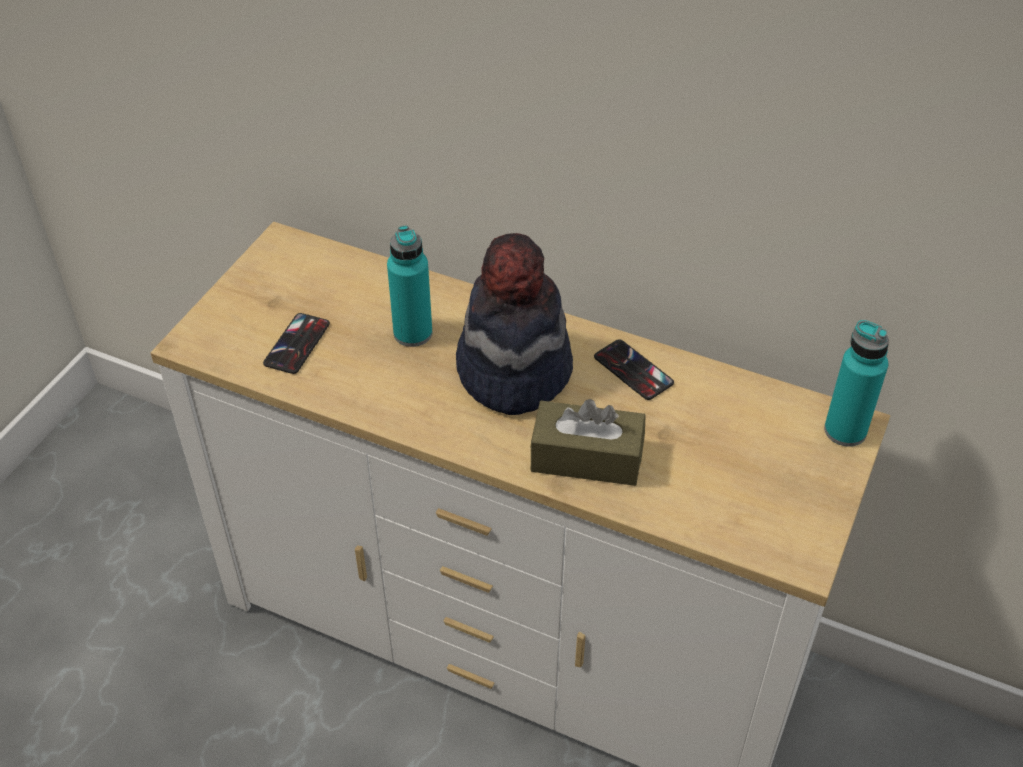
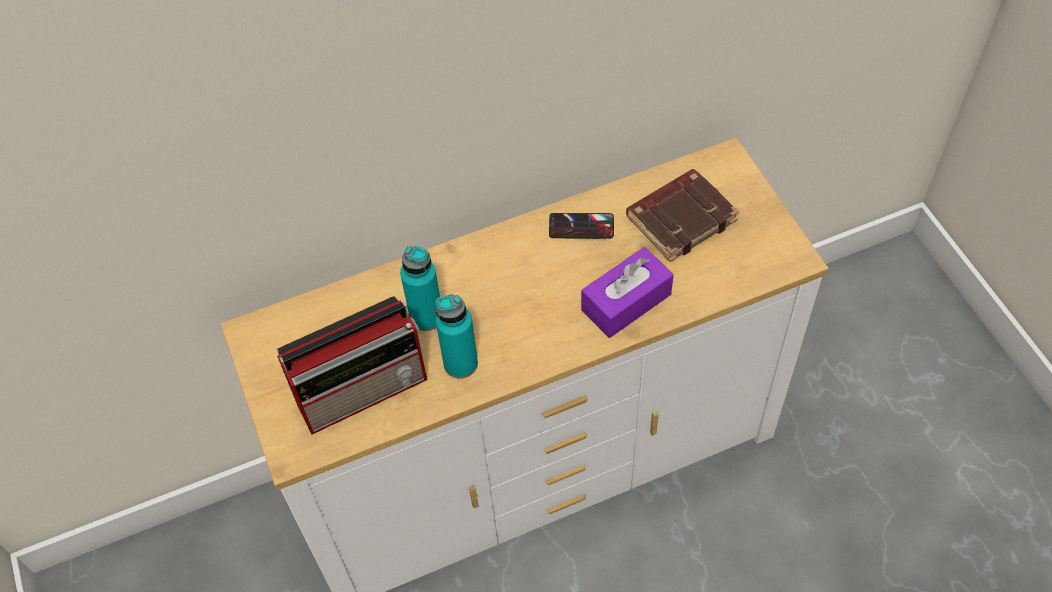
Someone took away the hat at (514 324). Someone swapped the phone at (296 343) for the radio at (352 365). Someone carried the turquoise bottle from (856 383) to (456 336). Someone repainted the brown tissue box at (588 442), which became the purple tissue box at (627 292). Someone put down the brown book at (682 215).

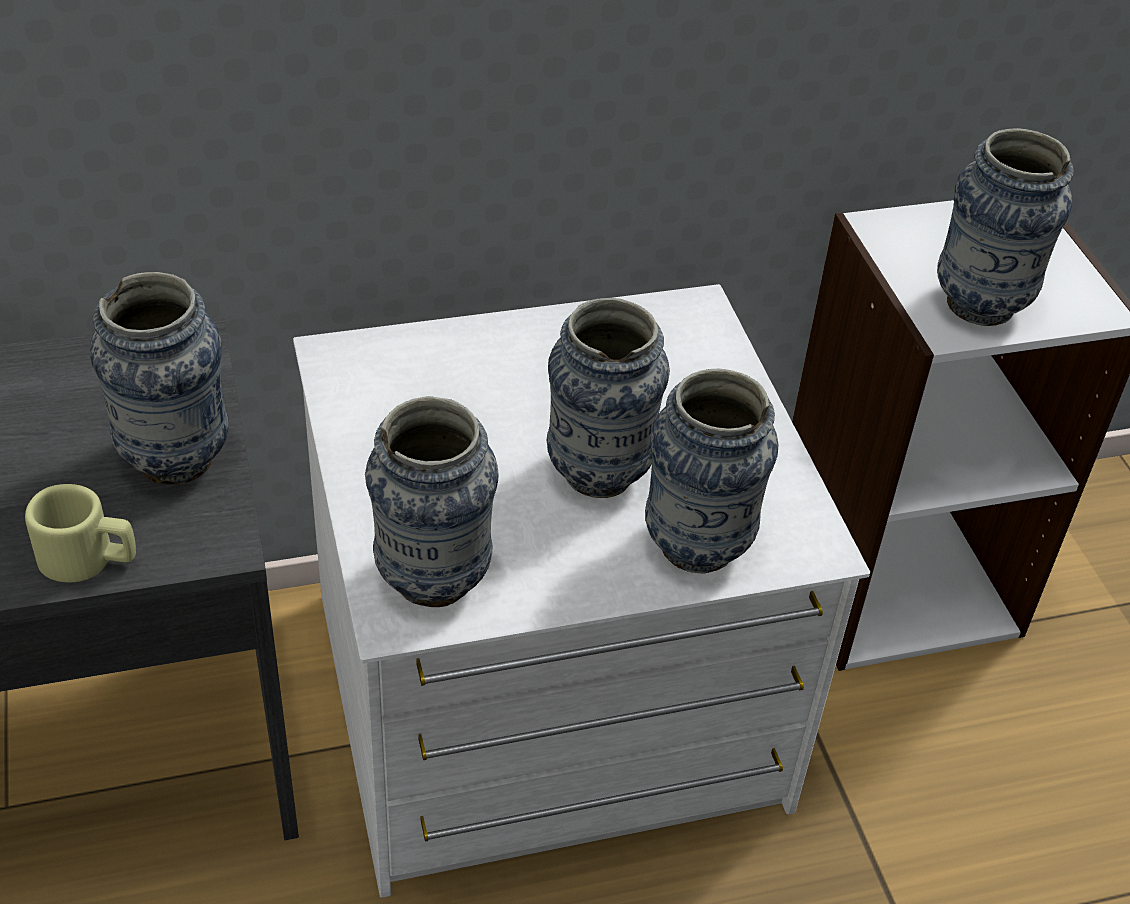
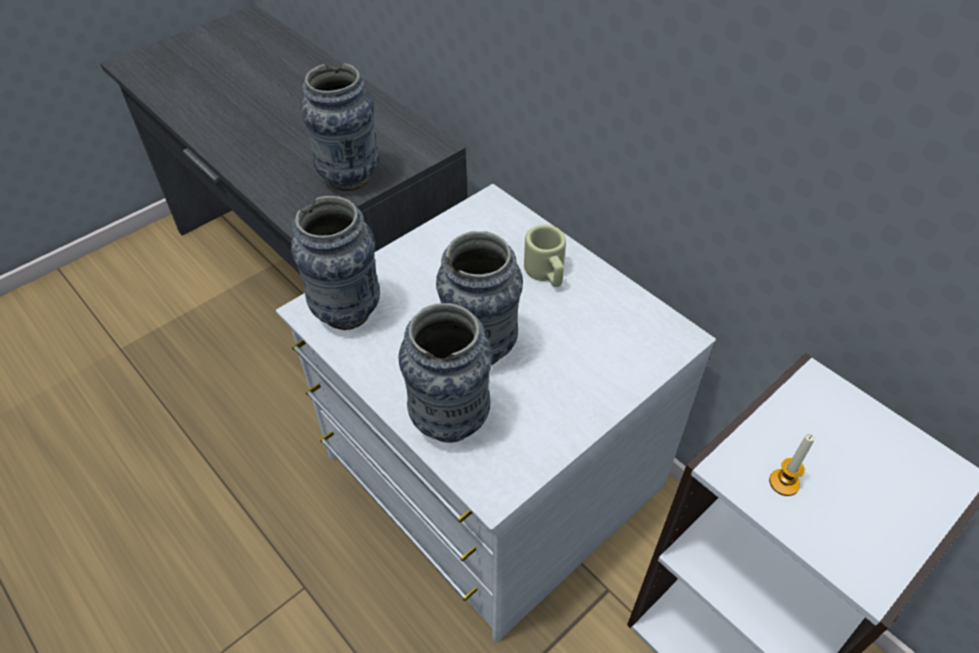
Someone swapped the vase at (1005 227) for the candle at (792 464). Someone carried the beige mug from (80 533) to (545 256).

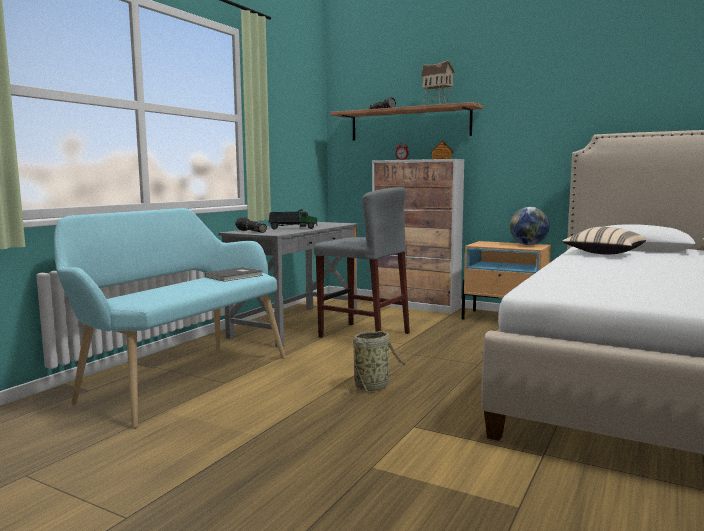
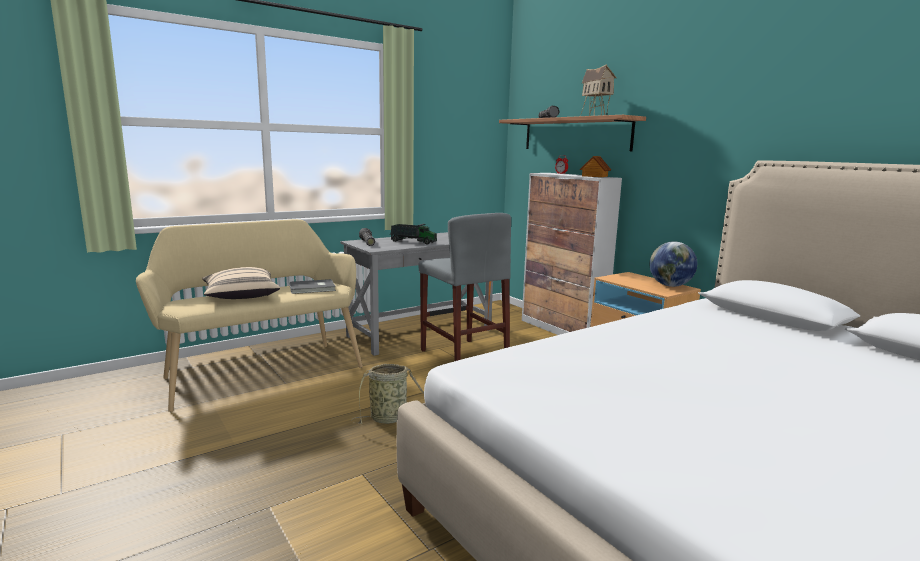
Someone repainted the turquoise bench at (169 318), which became the beige bench at (249 315). Someone carried the beige pillow from (604 241) to (241 283).

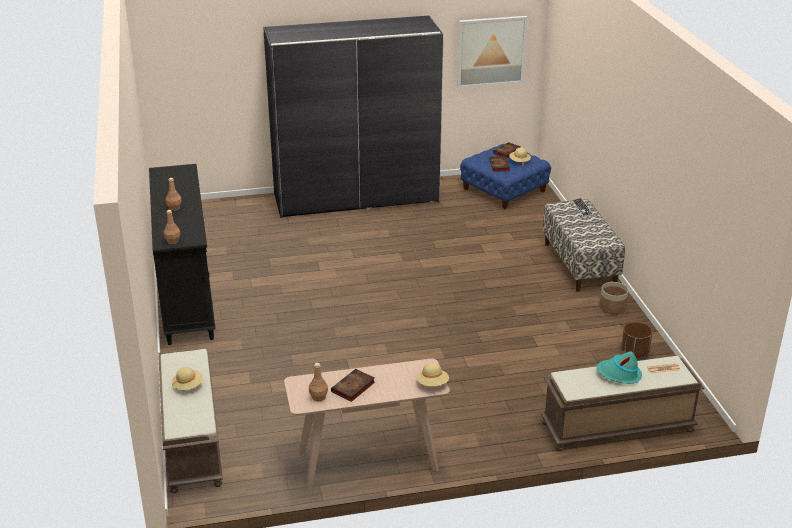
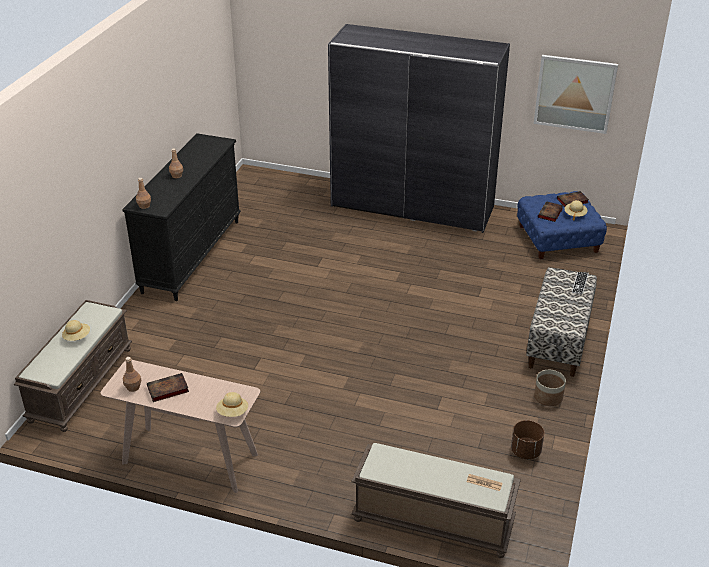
Someone took away the turquoise hat at (619 367).

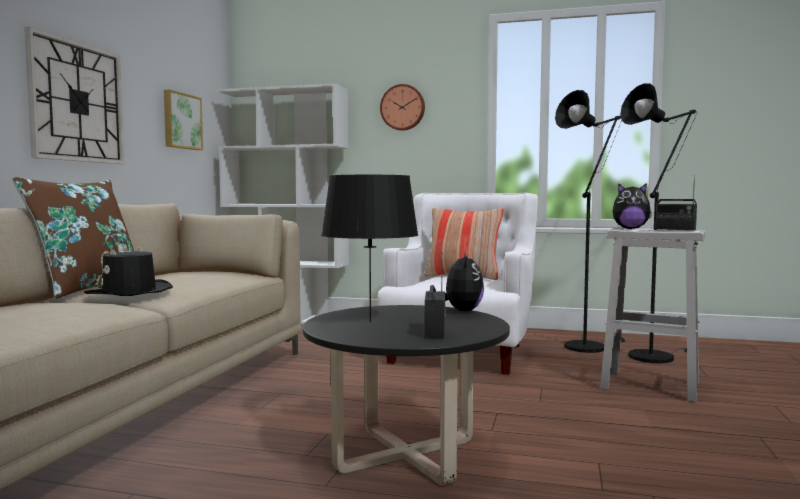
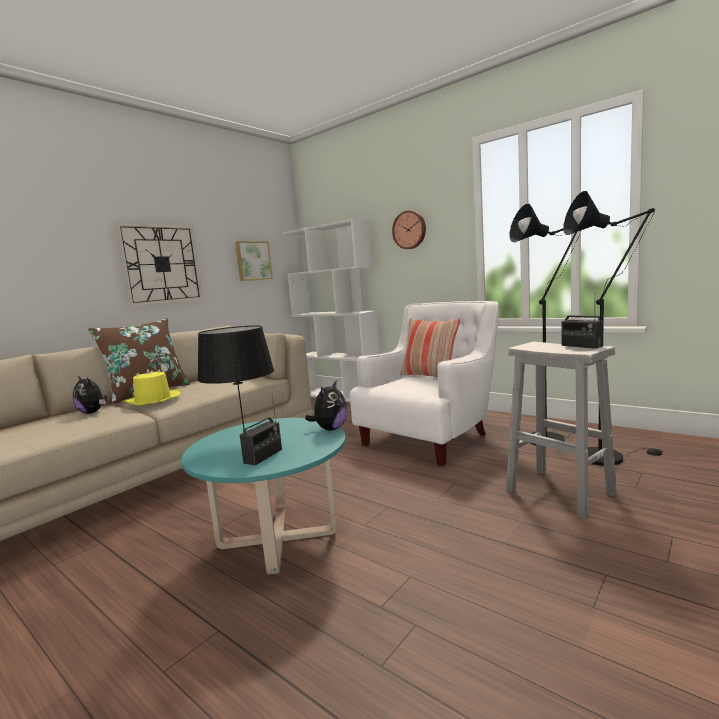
Someone carried the plush toy from (632 206) to (90 395). Someone repainted the black hat at (128 270), which became the yellow hat at (152 386). Someone repainted the black coffee table at (406 395), which became the turquoise coffee table at (263 496).

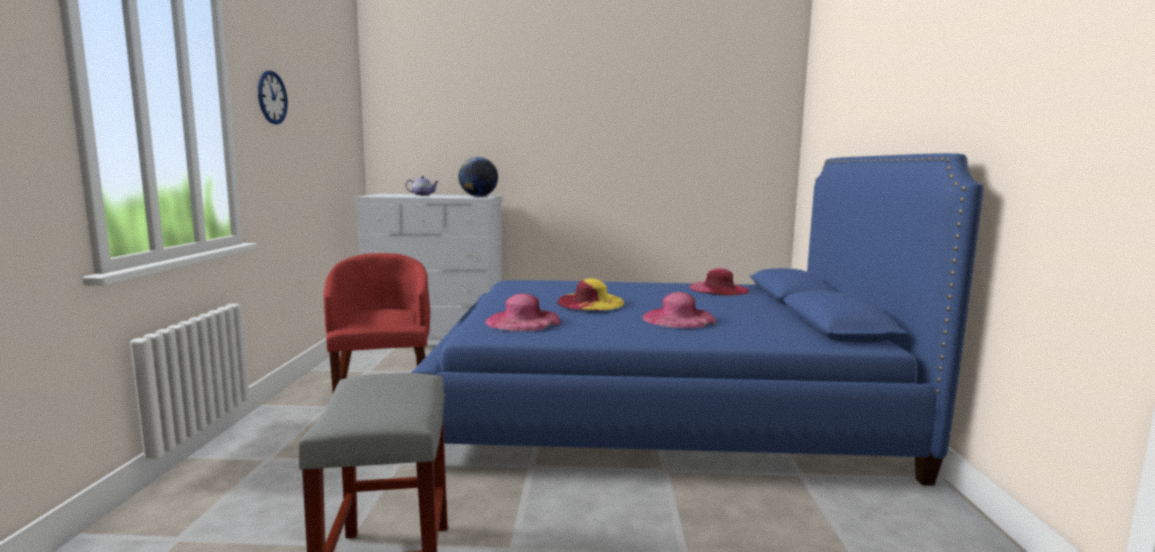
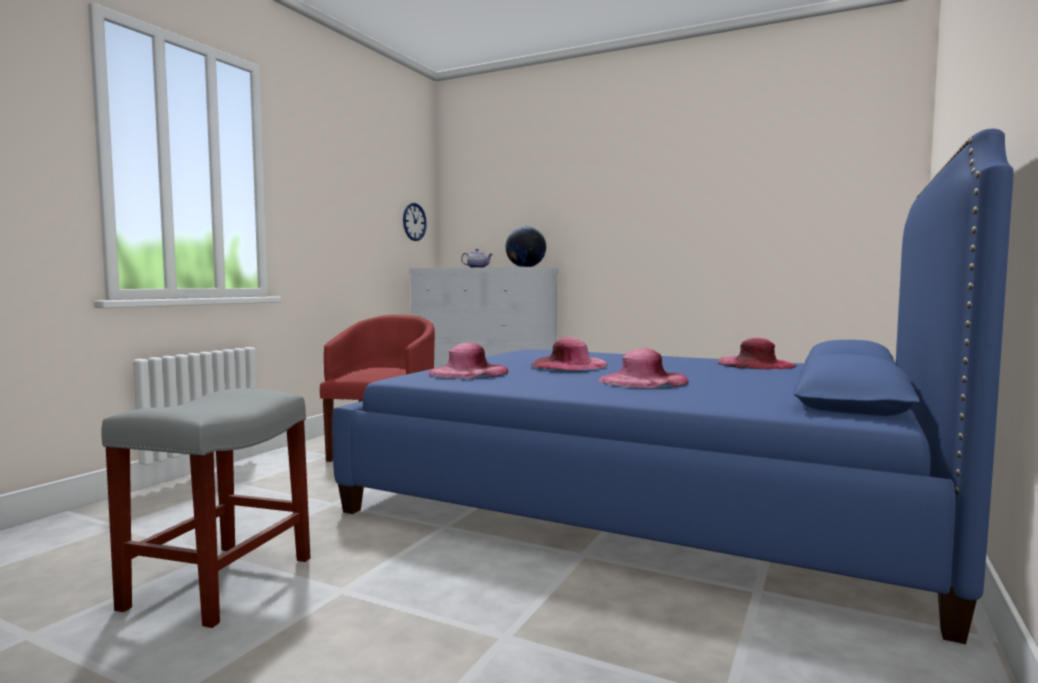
Someone carried the wall clock from (273 98) to (415 222). Someone repainted the yellow hat at (590 295), which became the pink hat at (569 353).

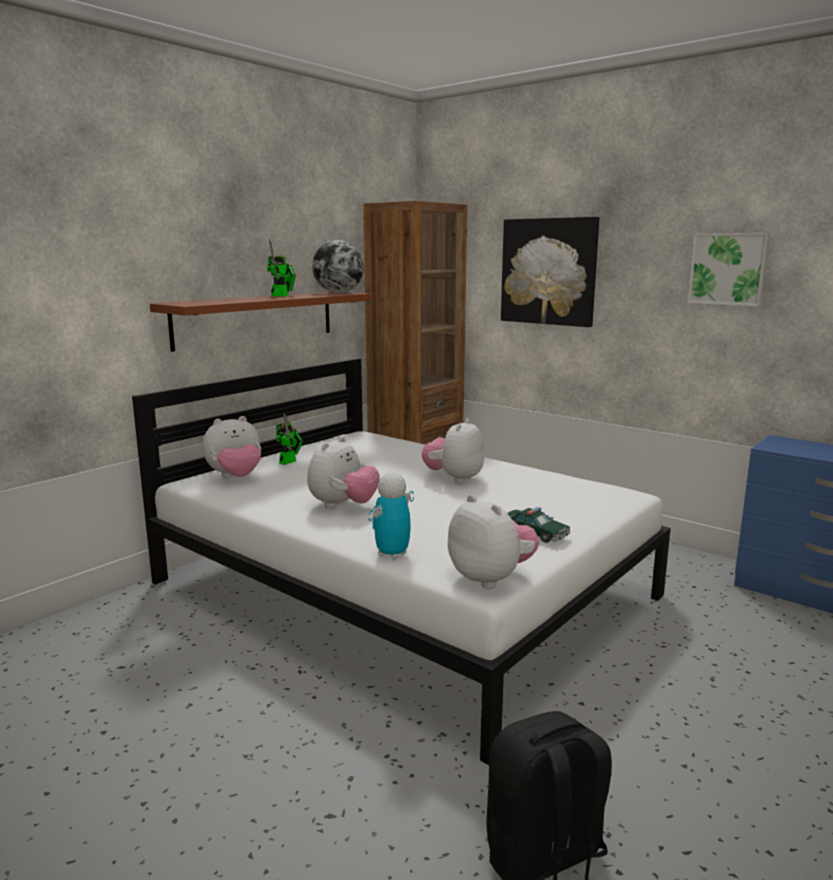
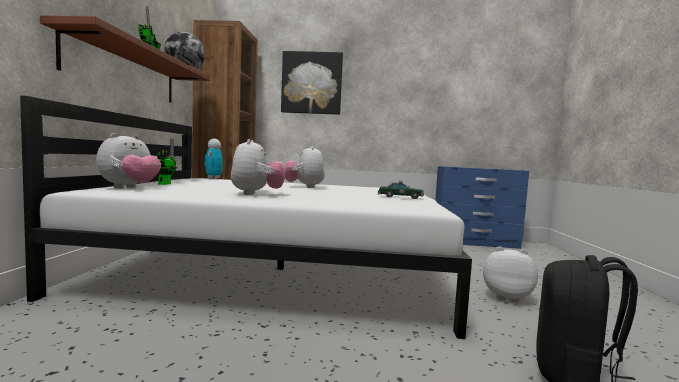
Someone took away the picture at (729 270). Someone carried the toy robot from (391 516) to (213 158). Someone carried the plush toy from (493 542) to (510 274).

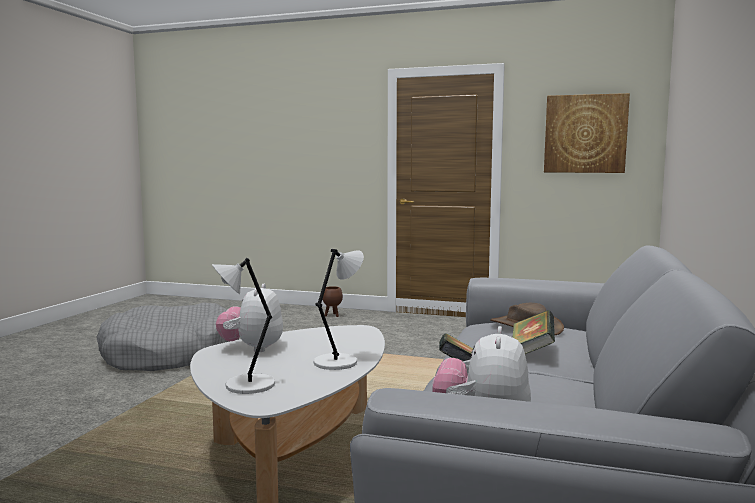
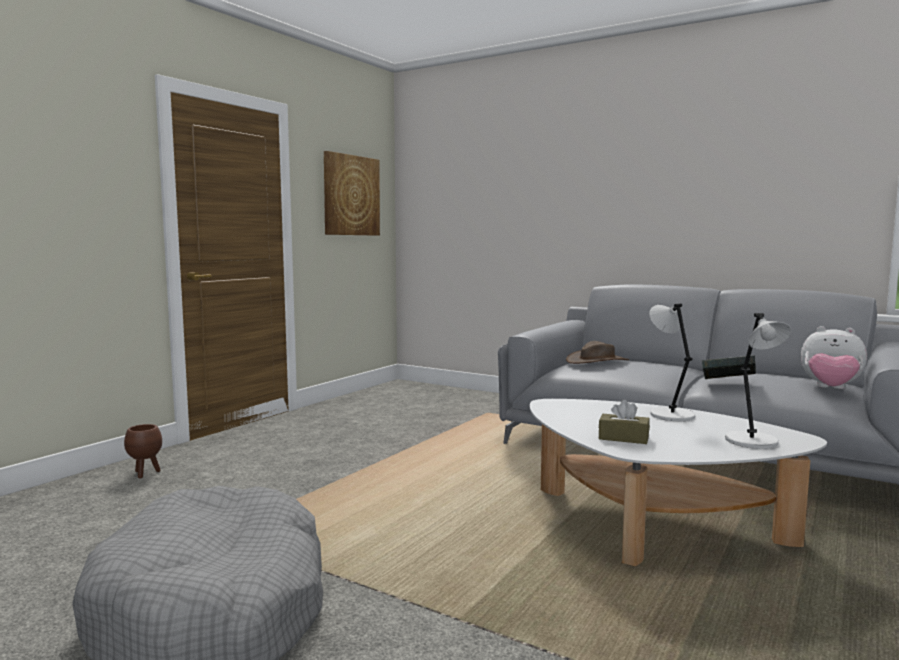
Someone swapped the plush toy at (249 318) for the brown tissue box at (624 422). Someone took away the book at (533 332).

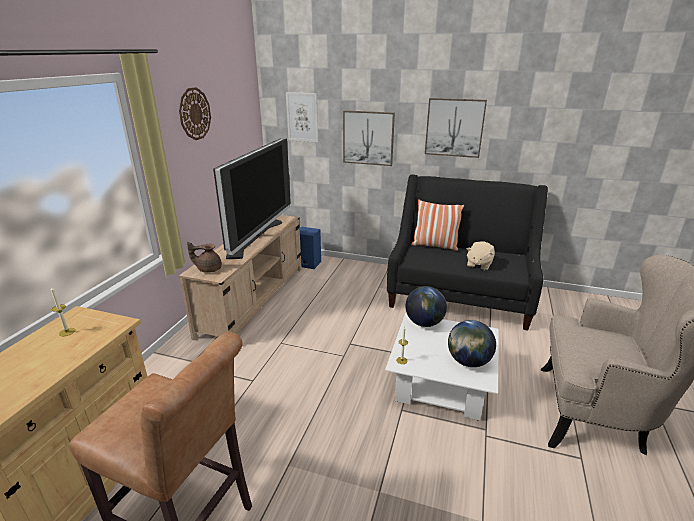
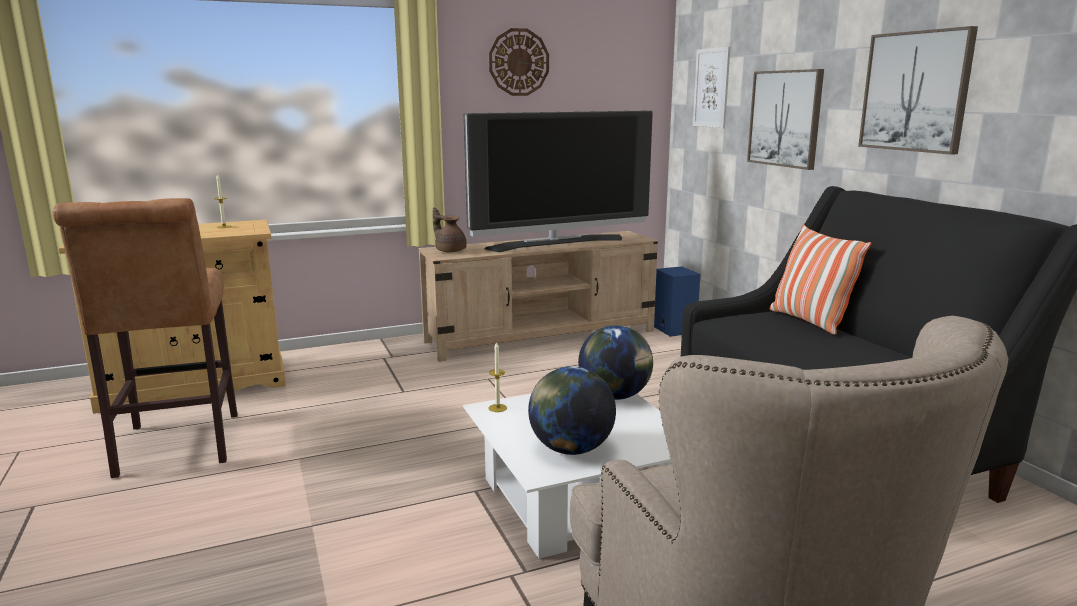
Someone took away the beige plush toy at (481 256).

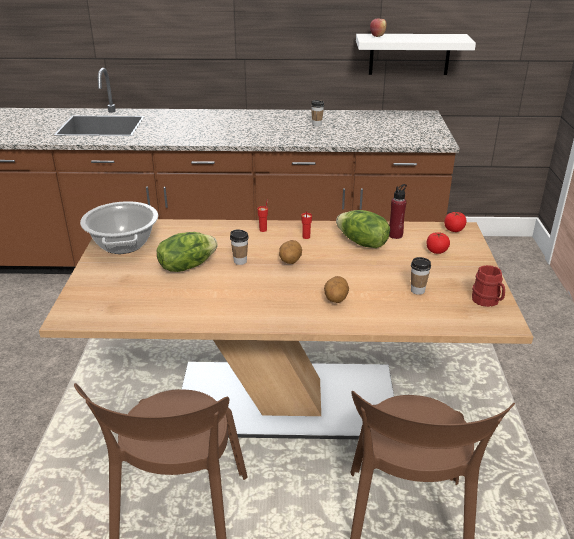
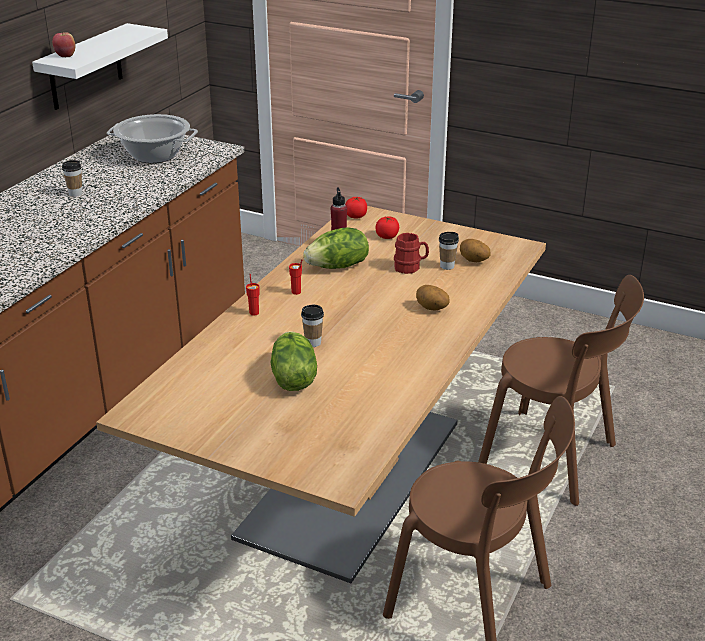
Someone carried the cooking pot from (119 227) to (152 138). Someone carried the potato from (290 252) to (475 250). Someone carried the red mug from (488 286) to (411 253).

